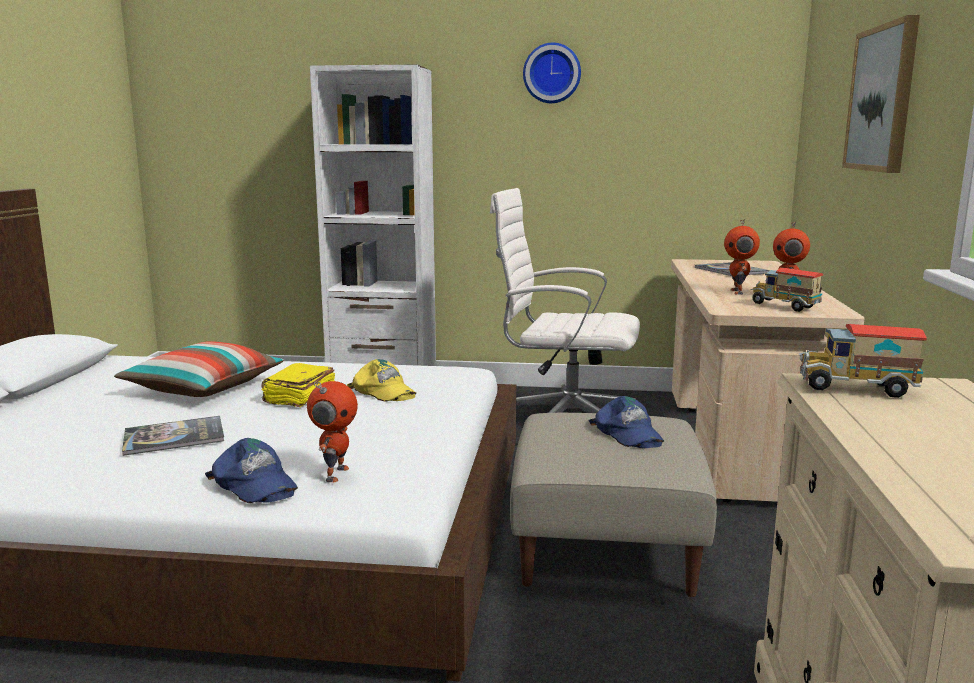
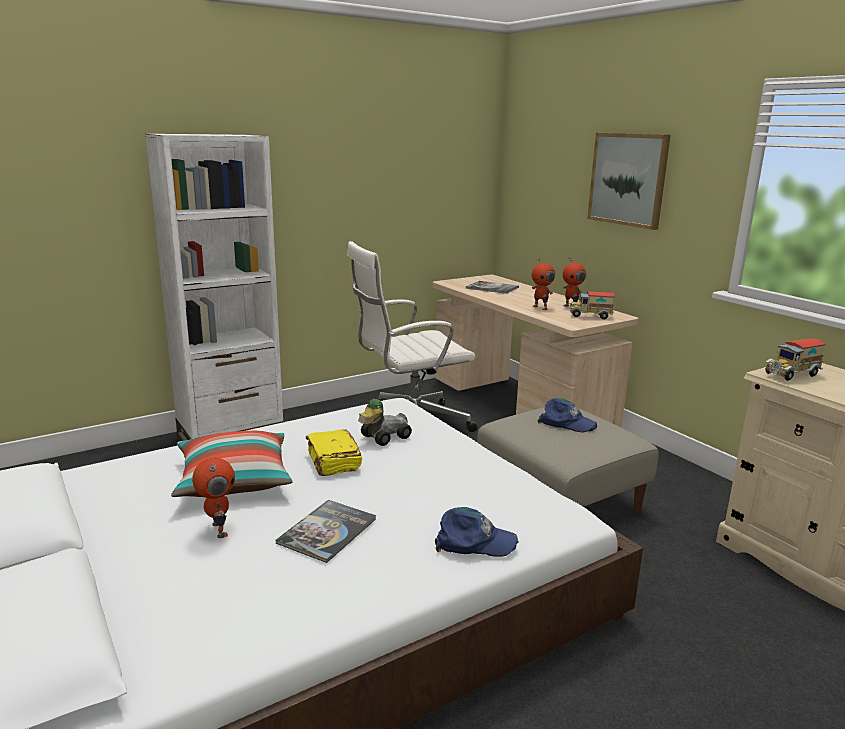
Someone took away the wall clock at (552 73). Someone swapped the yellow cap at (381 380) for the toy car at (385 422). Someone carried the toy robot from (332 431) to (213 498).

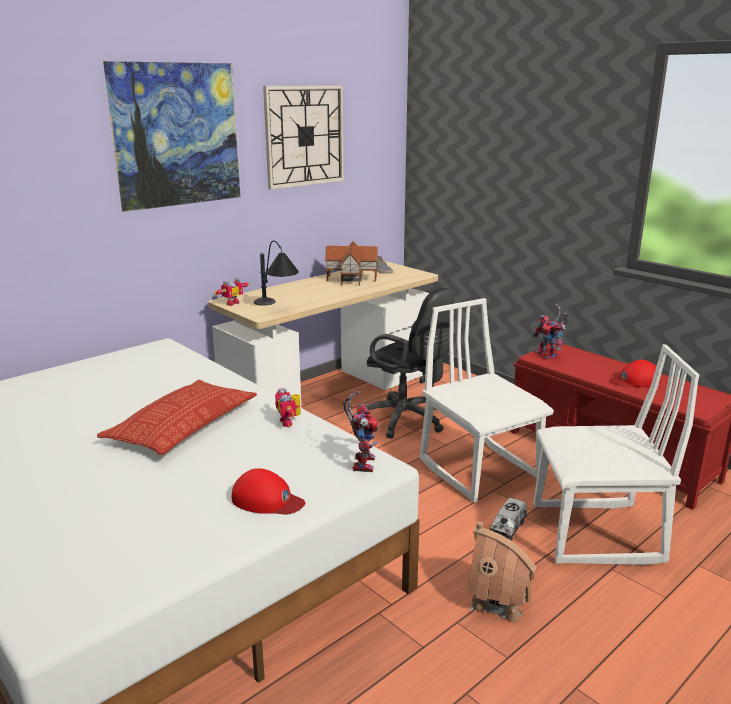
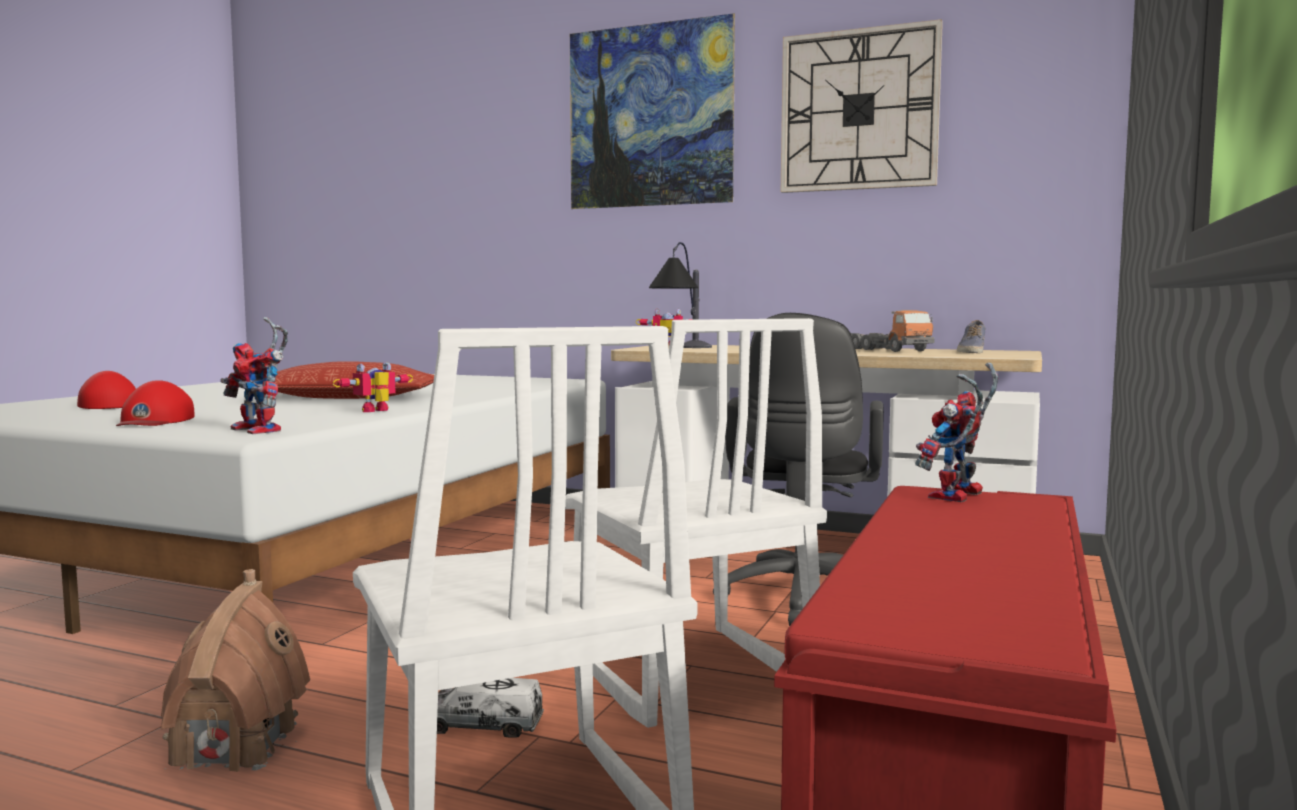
Someone swapped the toy house at (352 263) for the toy truck at (893 331). Someone rotated the white chair at (487 400) by 120 degrees clockwise. Someone carried the red cap from (635 373) to (106 390). Someone rotated the toy robot at (361 431) by 60 degrees clockwise.

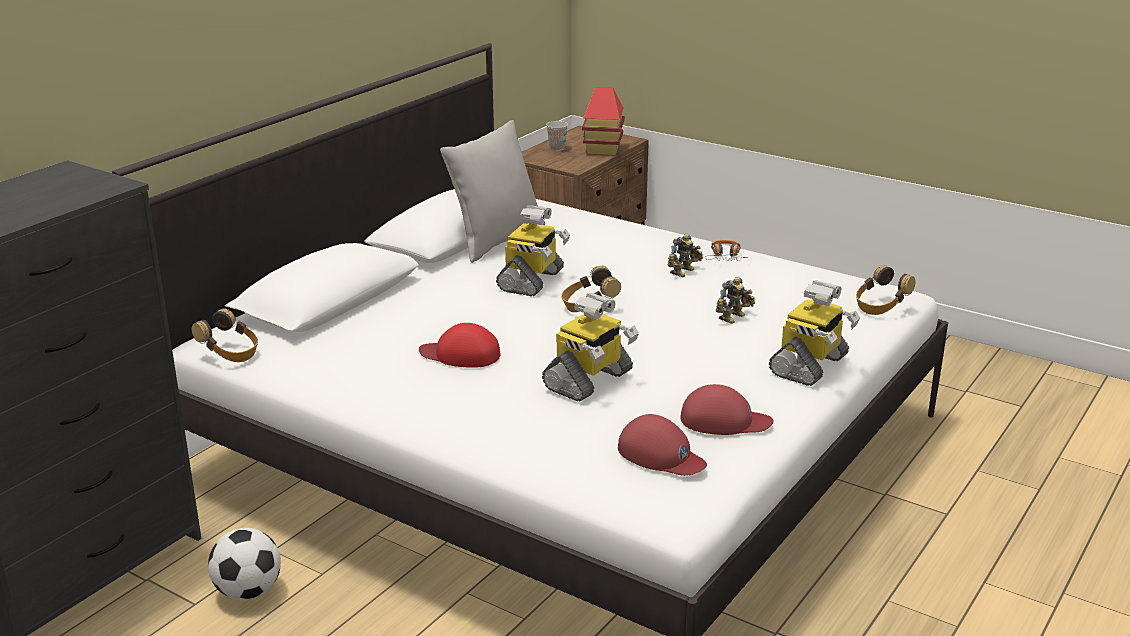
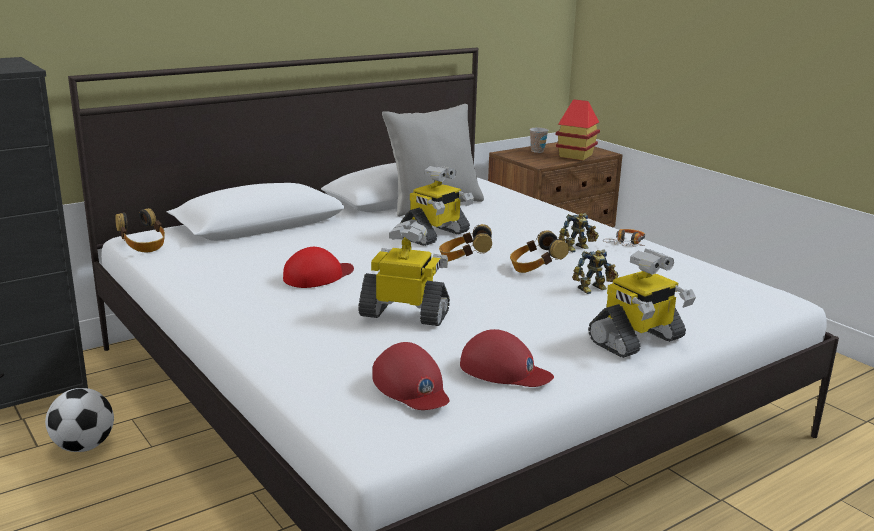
Someone carried the headphones from (886 290) to (539 251). Someone rotated the toy robot at (590 347) by 135 degrees counterclockwise. Someone rotated the red cap at (460 345) by 105 degrees clockwise.

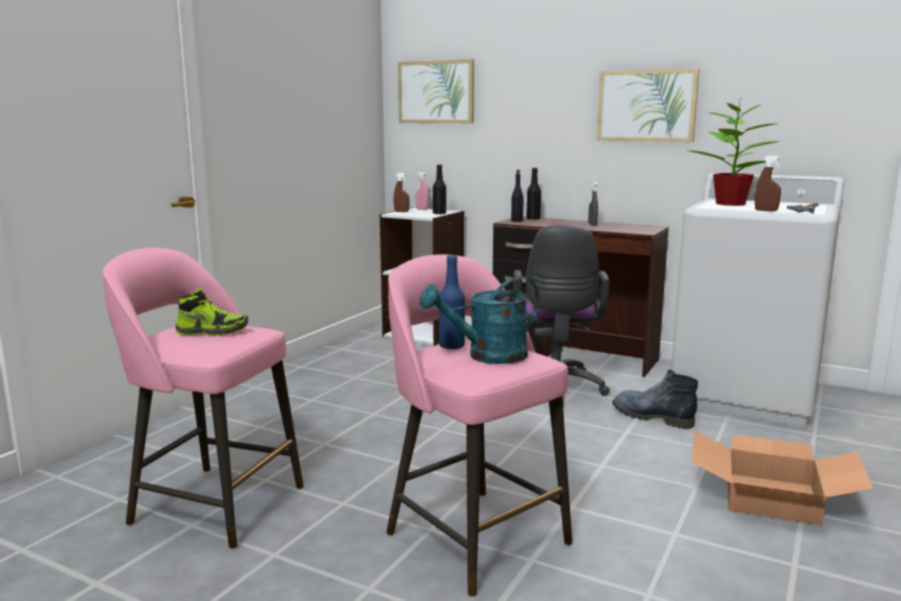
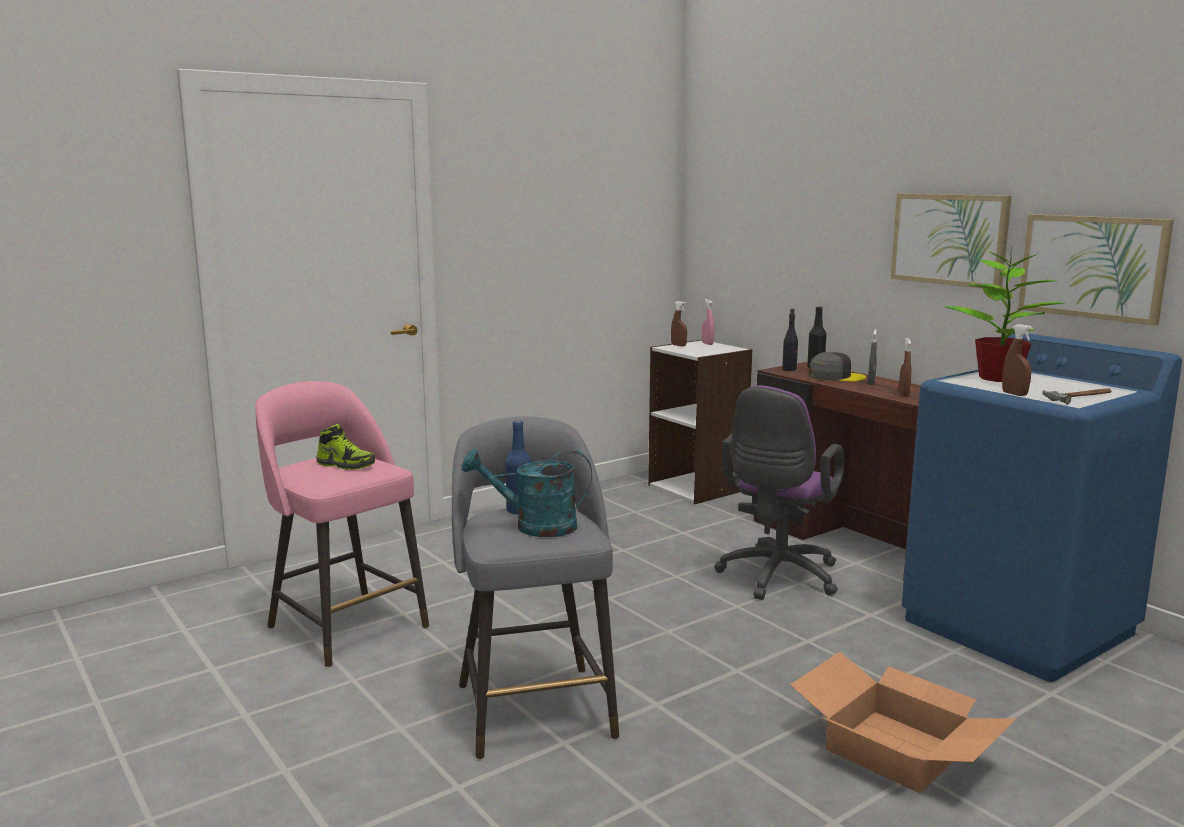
Someone carried the picture from (436 91) to (1096 270). Someone took away the black bottle at (439 189). Someone repainted the white washing machine at (757 300), which became the blue washing machine at (1042 508). Someone repainted the pink stool at (479 425), which became the grey stool at (535 587). Someone took away the boot at (655 399). Someone put down the brown spray bottle at (905 367). Someone put down the grey cap at (837 367).

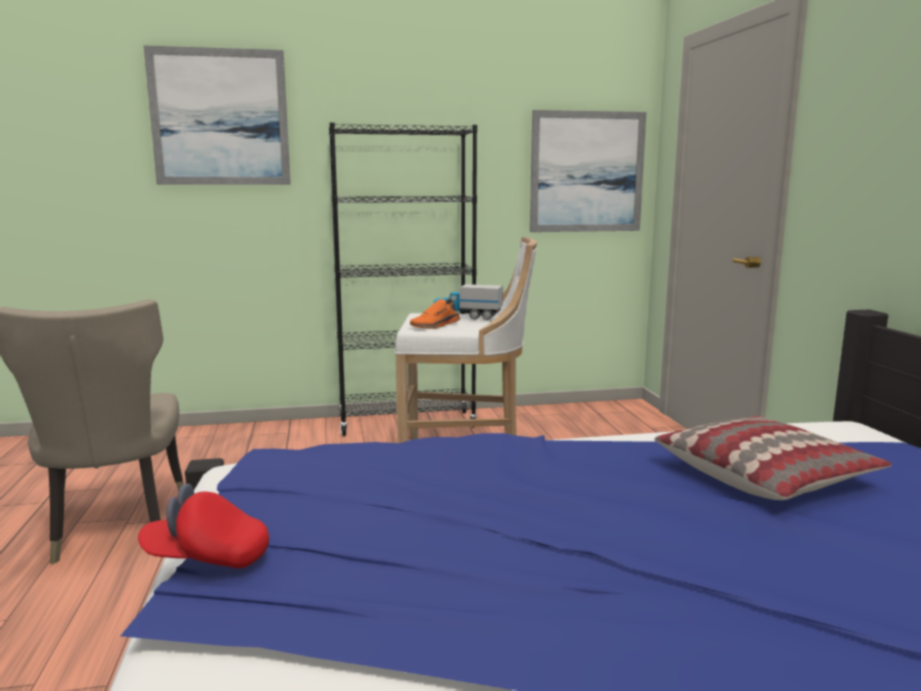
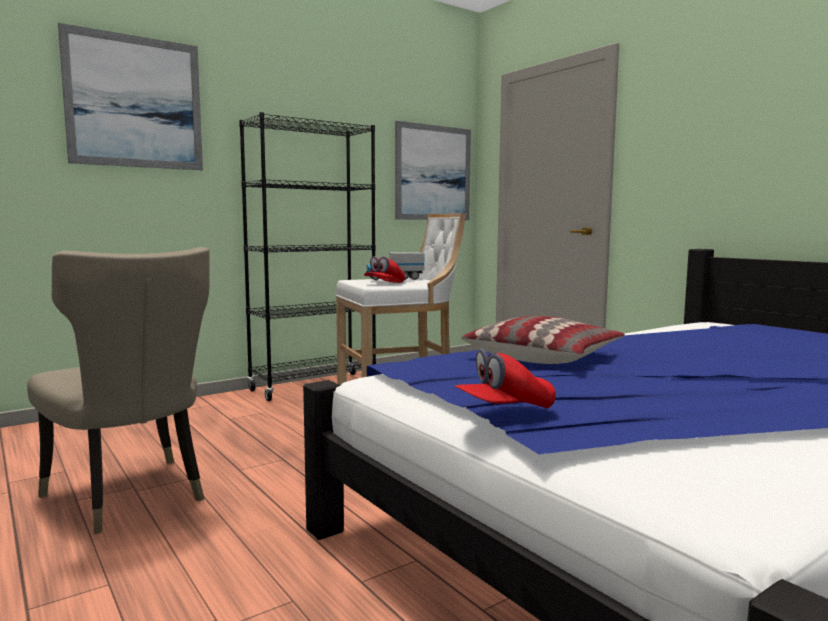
Someone swapped the orange shoe at (435 314) for the red cap at (384 269). Someone carried the pillow from (773 458) to (543 340).

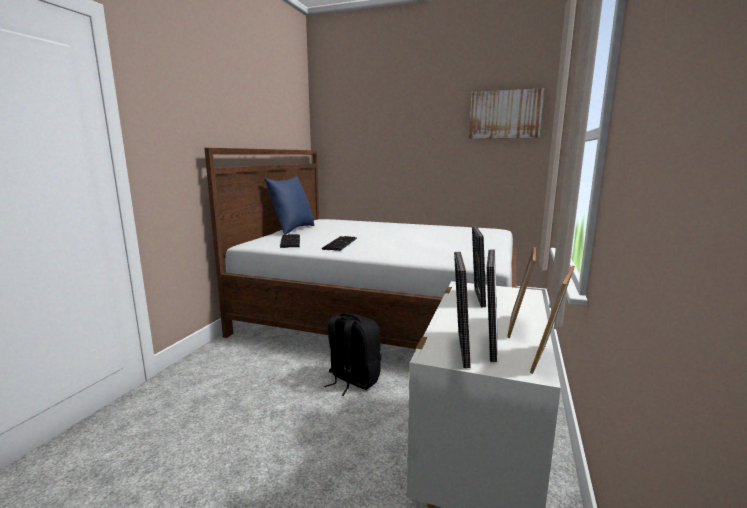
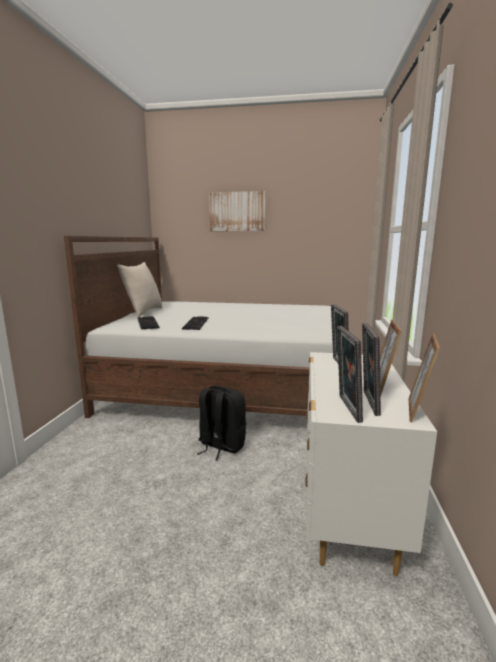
Someone carried the picture from (506 113) to (237 211). Someone repainted the blue pillow at (289 205), which became the beige pillow at (140 289).

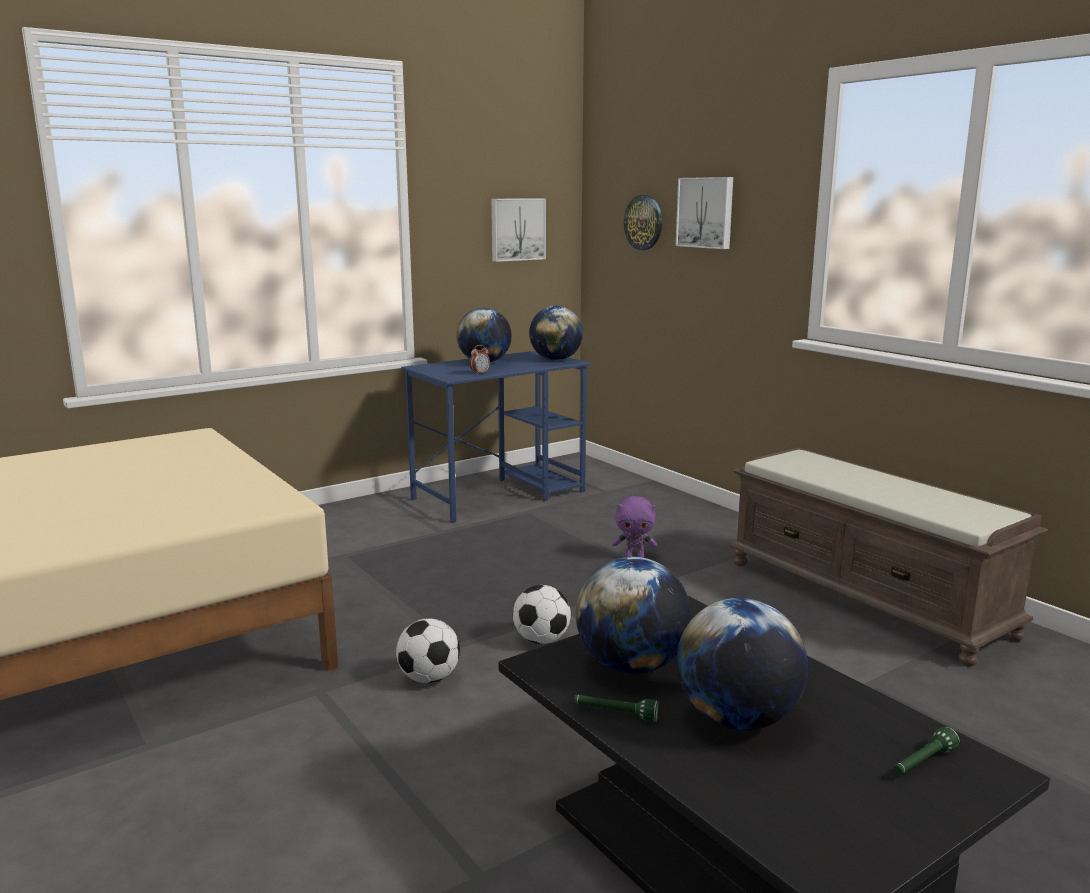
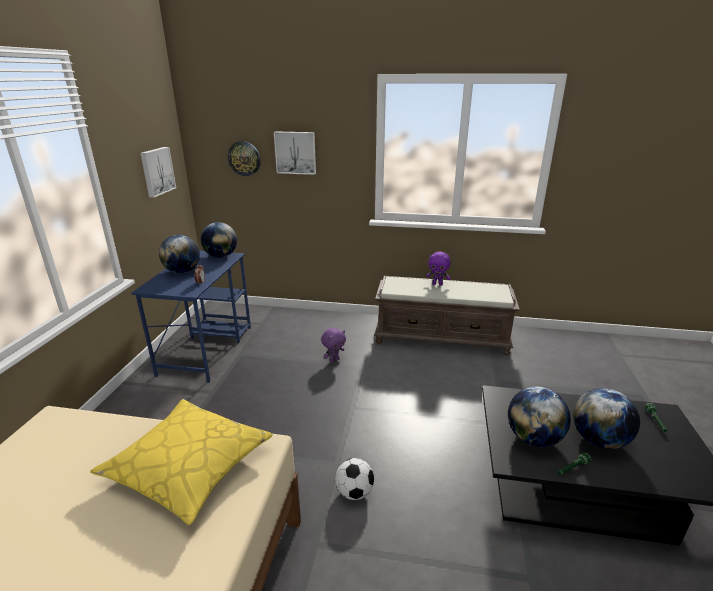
Someone took away the football at (542 614). Someone put down the purple plush toy at (438 269). Someone put down the yellow pillow at (181 462).

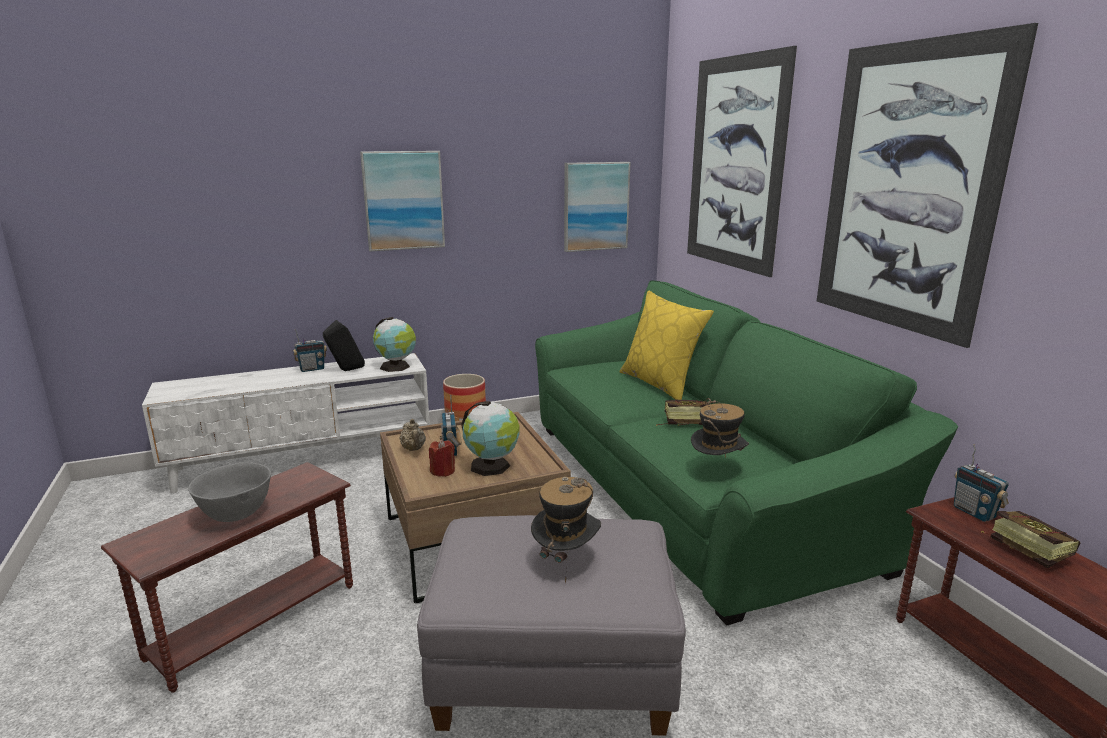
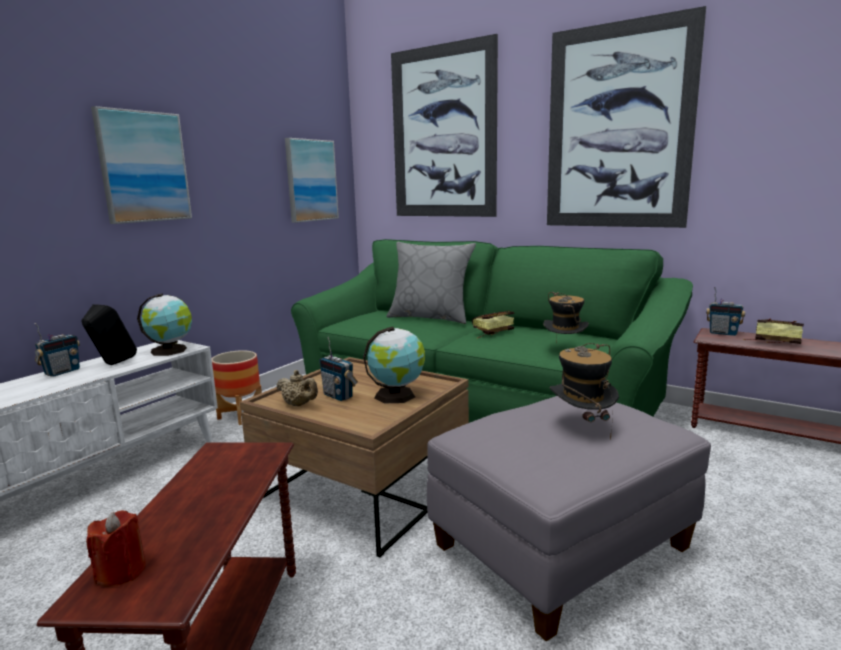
Someone repainted the yellow pillow at (667 345), which became the grey pillow at (431 283). Someone carried the red candle from (442 458) to (116 549). Someone took away the grey bowl at (229 492).

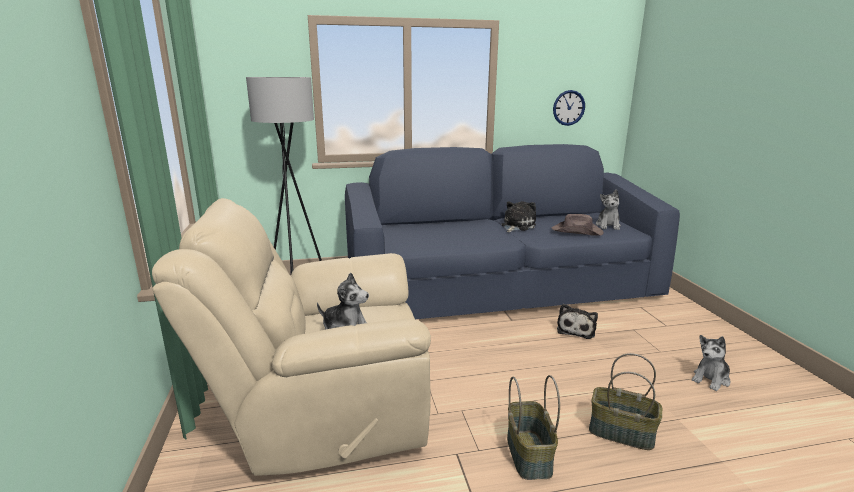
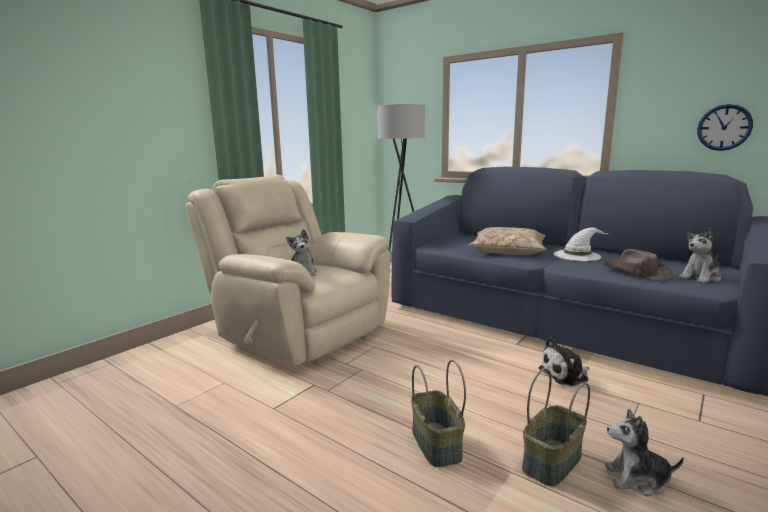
Someone swapped the plush toy at (518 216) for the white hat at (580 244). Someone carried the basket from (533 427) to (556 427). Someone put down the beige pillow at (507 241).

